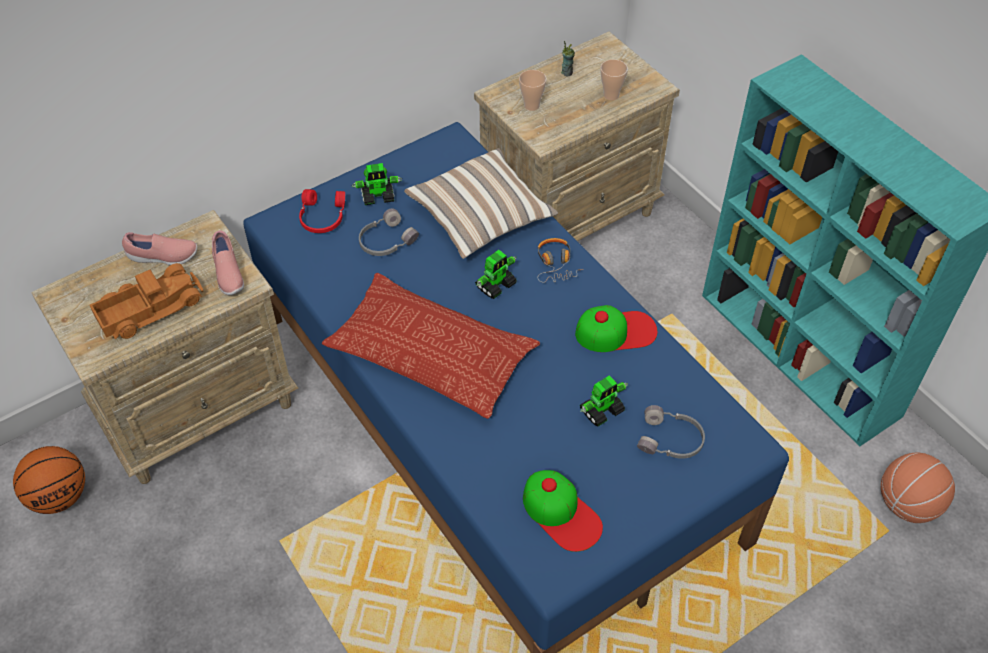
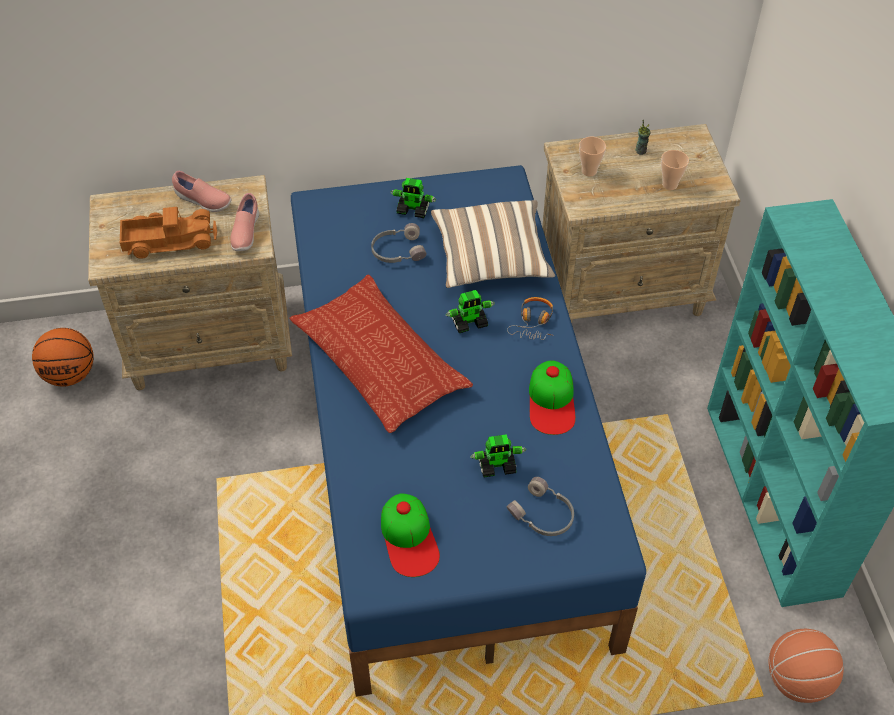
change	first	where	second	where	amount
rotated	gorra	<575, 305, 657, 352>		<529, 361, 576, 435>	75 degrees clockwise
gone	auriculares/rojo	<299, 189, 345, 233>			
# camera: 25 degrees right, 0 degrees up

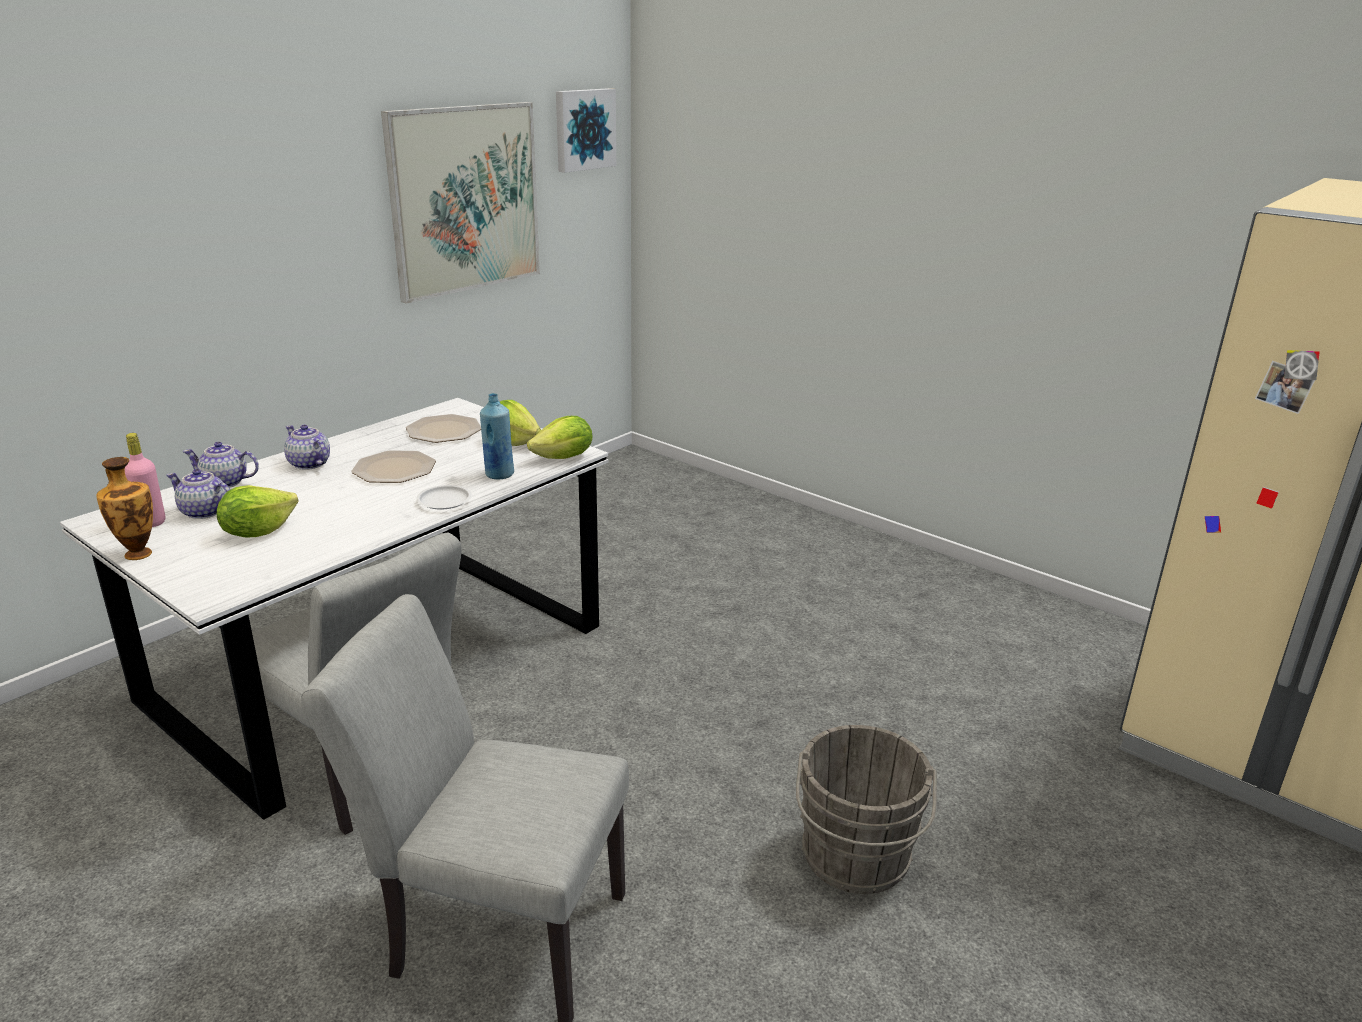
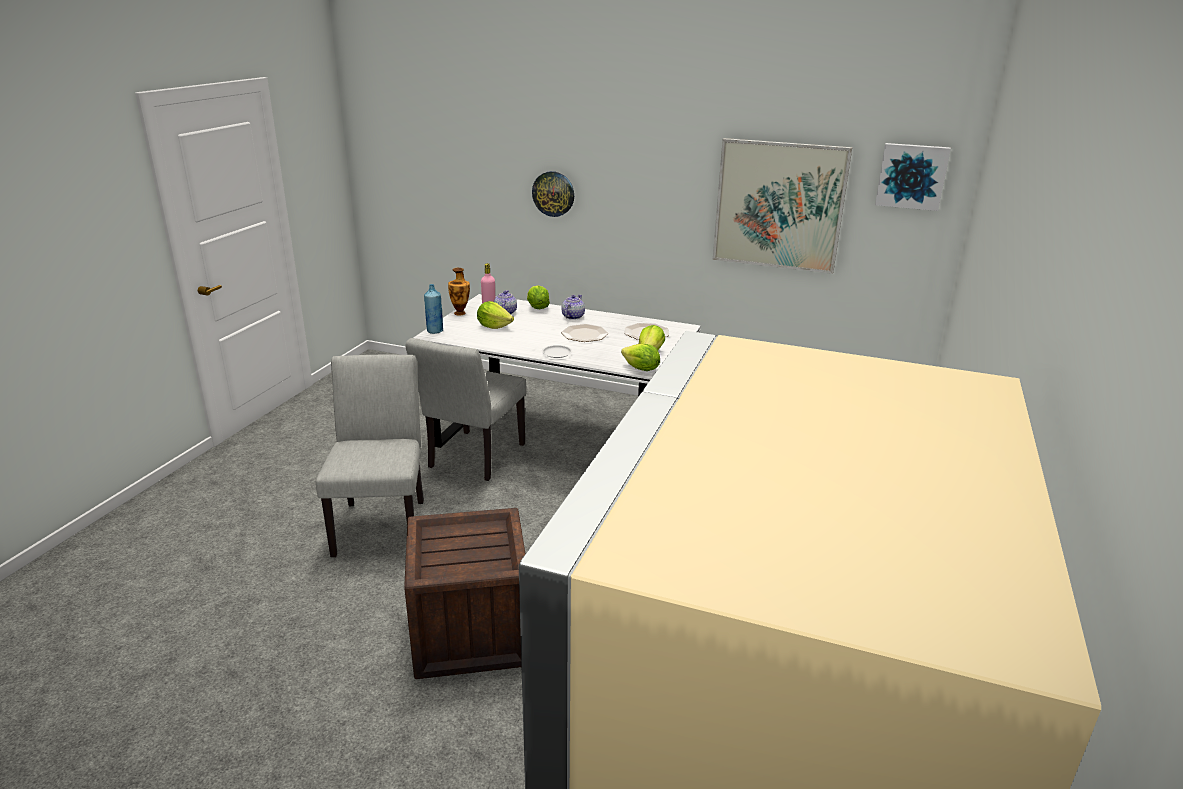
change	first	where	second	where	amount
swapped	cubo/gris	<796, 725, 937, 894>	caja de embalaje	<404, 508, 526, 679>	
shifted	botella/azul	<480, 393, 514, 479>		<424, 284, 443, 334>	
swapped	tetera	<183, 442, 259, 488>	lechuga	<527, 285, 550, 309>	
new			reloj de pared	<532, 171, 574, 217>	
# camera: 70 degrees right, 0 degrees up

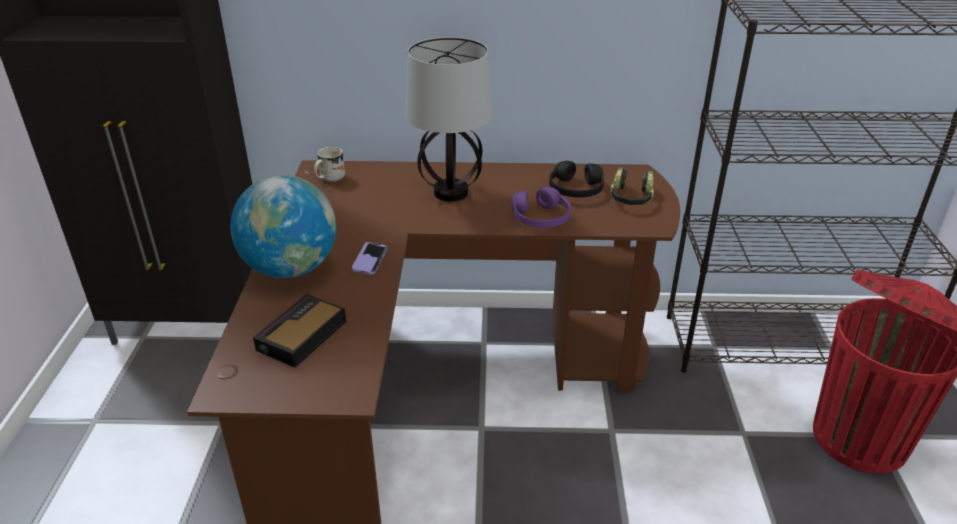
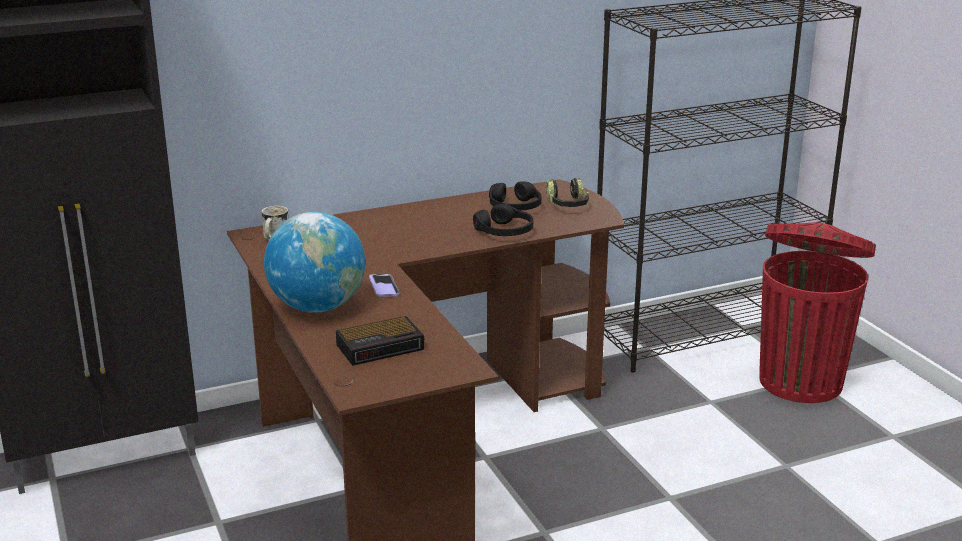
change	first	where	second	where	amount
rotated	despertador	<253, 294, 346, 368>		<336, 316, 425, 366>	120 degrees counterclockwise
repainted	auriculares/morado	<512, 187, 571, 228>	auriculares/negro	<473, 204, 533, 236>	
gone	lámpara de mesa	<406, 37, 493, 201>			
# camera: 25 degrees left, 10 degrees down

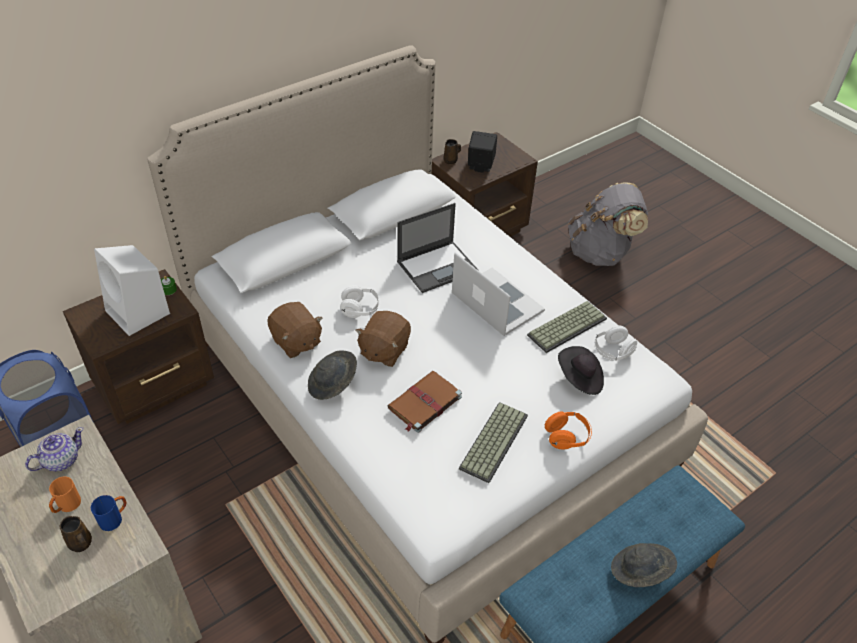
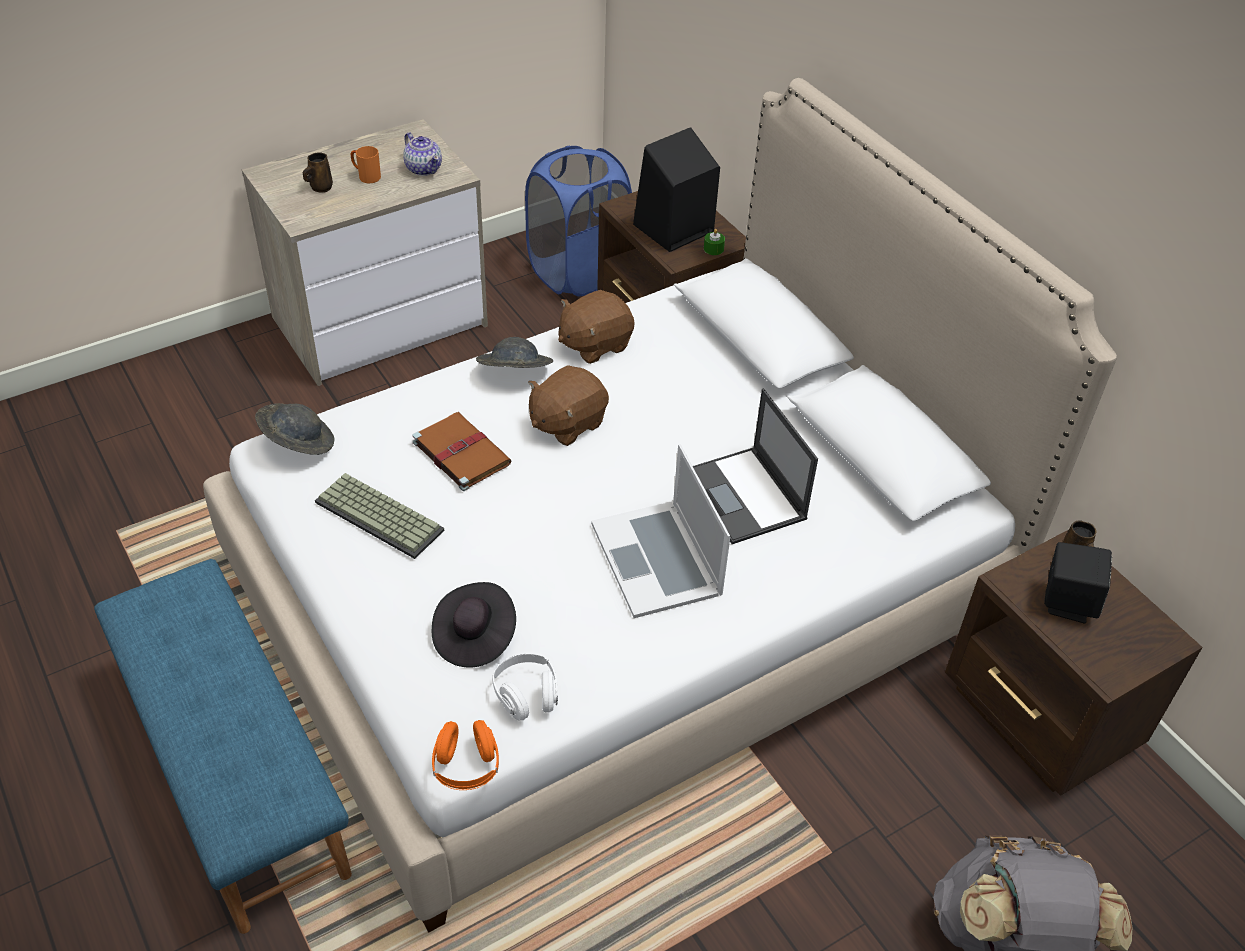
change	first	where	second	where	amount
shifted	sombrero/gris	<611, 543, 677, 587>		<255, 403, 334, 455>	
shifted	auriculares/naranja	<545, 412, 592, 450>		<432, 720, 499, 790>	
rotated	peluche/marrón	<355, 311, 411, 367>		<528, 365, 609, 446>	75 degrees counterclockwise
rotated	portátil	<452, 252, 545, 336>		<591, 444, 731, 618>	105 degrees clockwise
repainted	altavoz/blanco	<94, 245, 170, 336>	altavoz/negro	<633, 127, 720, 252>	
gone	taza grande/azul	<91, 495, 126, 531>			
gone	auriculares/blanco	<340, 285, 380, 318>			
gone	teclado	<527, 301, 607, 353>			
# camera: 95 degrees right, 0 degrees up

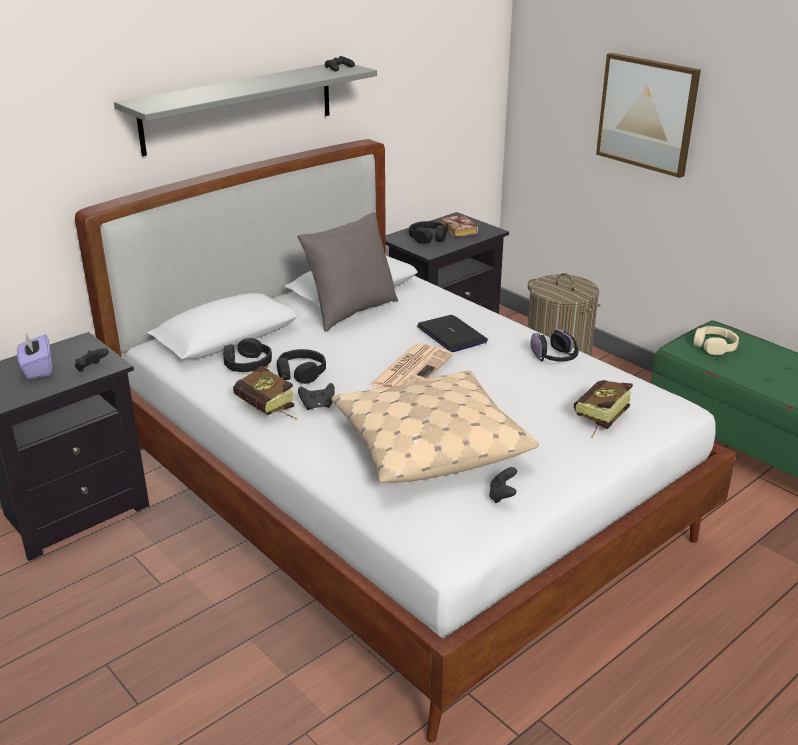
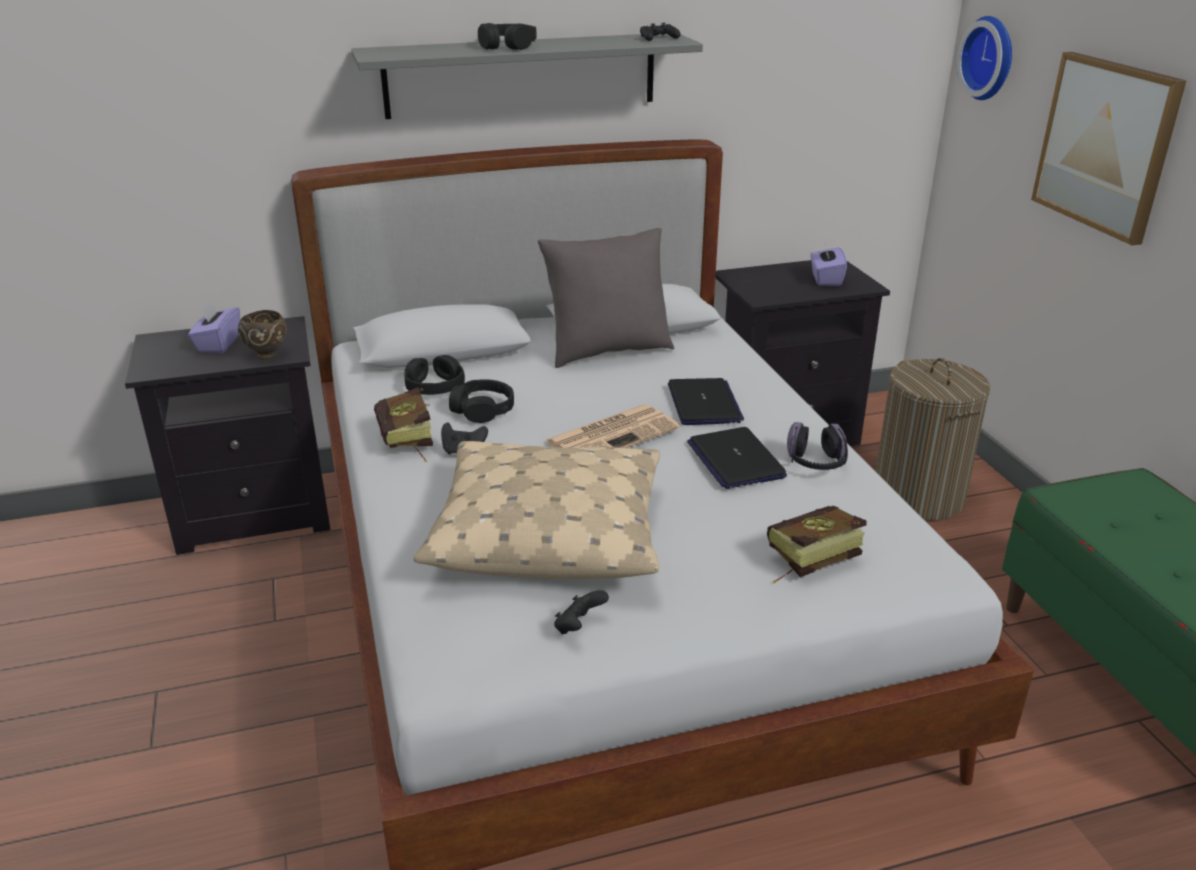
change	first	where	second	where	amount
swapped	mando de consola/negro	<75, 348, 108, 372>	cuenco/marrón	<238, 310, 287, 360>	
shifted	auriculares/negro	<409, 221, 447, 244>		<478, 23, 537, 50>	
new			portátil	<687, 427, 787, 489>	
swapped	libro	<441, 215, 478, 237>	caja de pañuelos/morado	<810, 241, 847, 286>	
new			reloj de pared	<957, 16, 1012, 100>	
gone	auriculares/beis	<693, 326, 739, 355>			
# camera: 25 degrees right, 0 degrees up

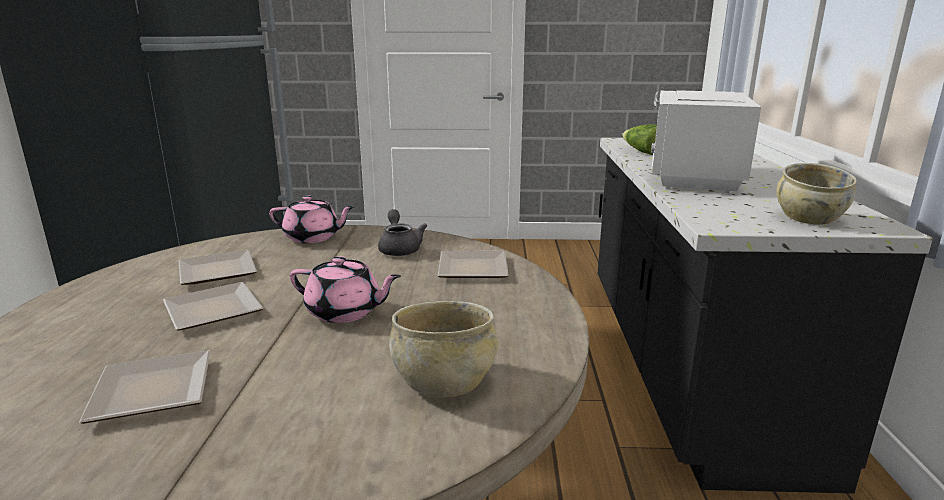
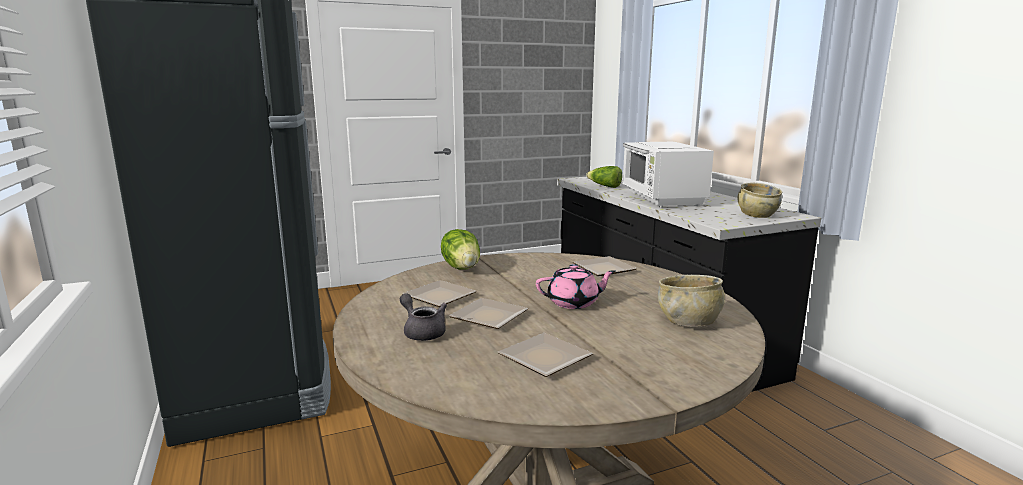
change	first	where	second	where	amount
shifted	tetera/gris	<378, 209, 428, 256>		<400, 293, 447, 341>	
swapped	tetera/rosa	<269, 196, 355, 243>	lechuga	<441, 229, 480, 270>	
# camera: 25 degrees left, 5 degrees down

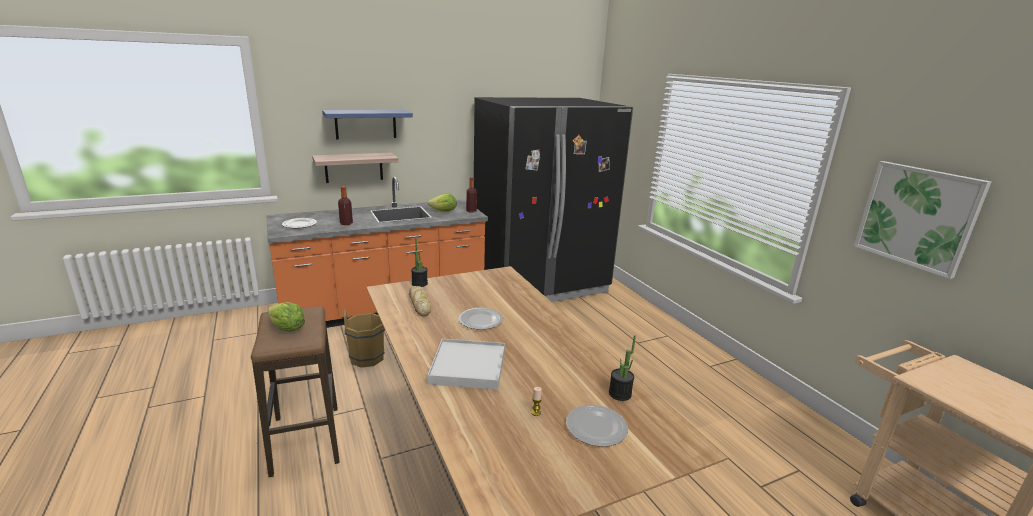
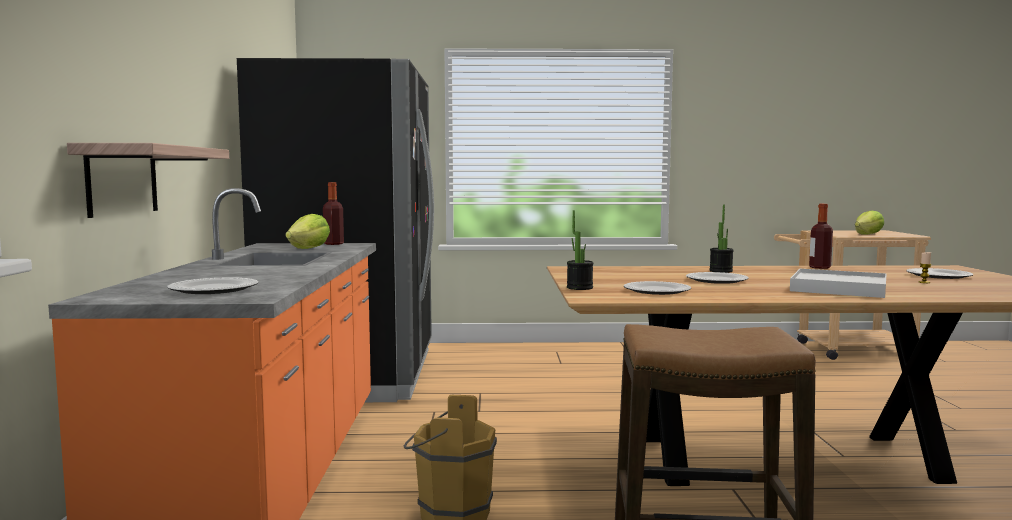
change	first	where	second	where	amount
swapped	pan	<409, 286, 431, 316>	plato	<624, 281, 691, 295>	
shifted	planta en maceta	<609, 335, 636, 401>		<709, 205, 734, 273>	
shifted	botella	<338, 186, 353, 225>		<809, 204, 833, 269>	
shifted	lechuga	<267, 302, 305, 332>		<855, 210, 884, 235>	
gone	estante/azul	<322, 110, 413, 140>			
gone	cuadro	<854, 161, 991, 279>			
# camera: 65 degrees left, 15 degrees down

